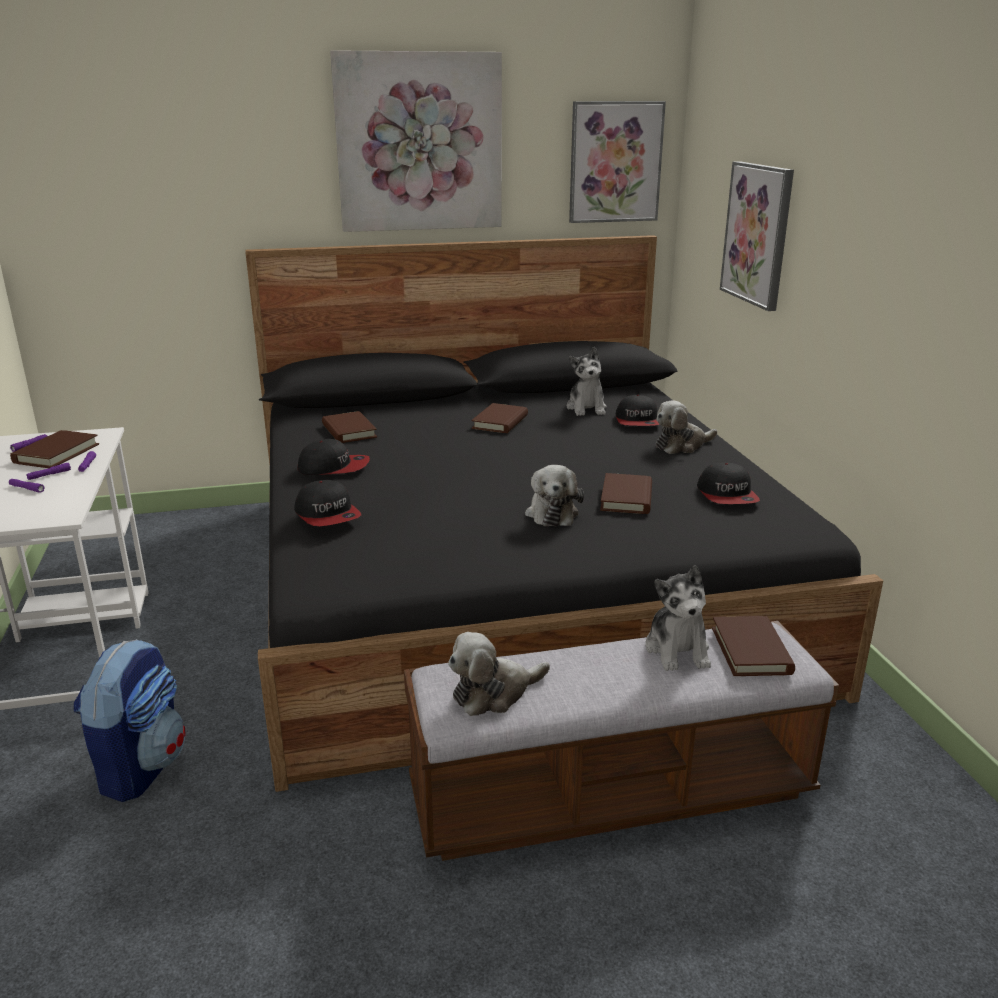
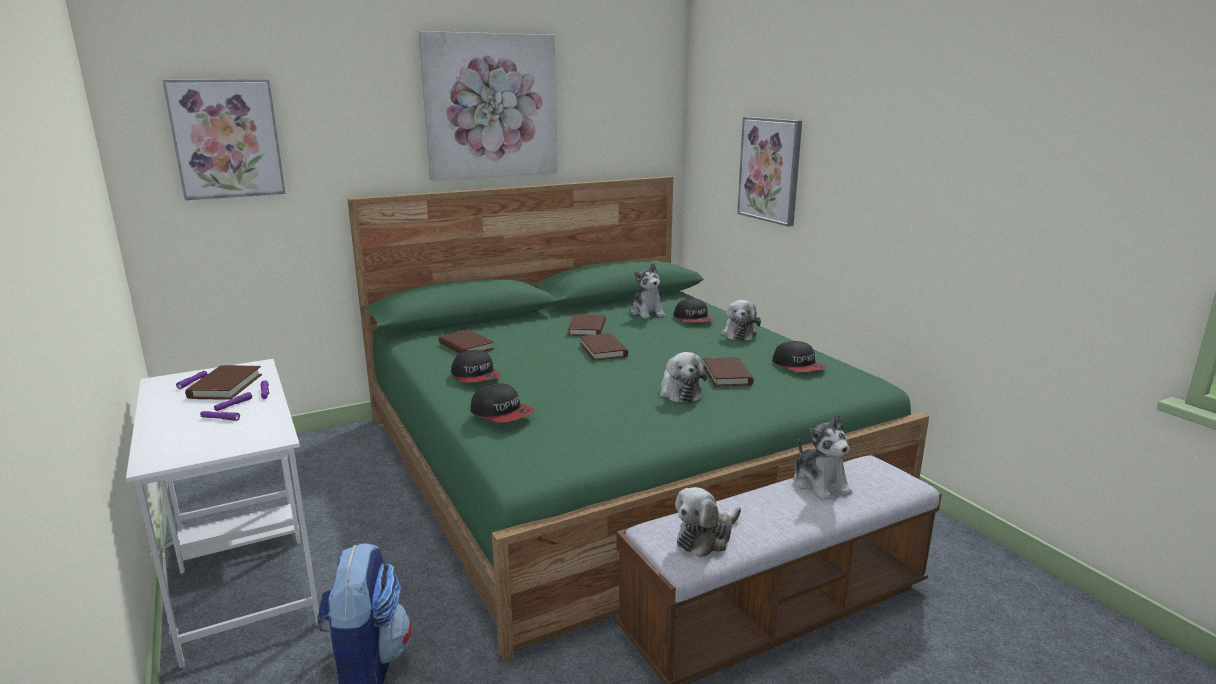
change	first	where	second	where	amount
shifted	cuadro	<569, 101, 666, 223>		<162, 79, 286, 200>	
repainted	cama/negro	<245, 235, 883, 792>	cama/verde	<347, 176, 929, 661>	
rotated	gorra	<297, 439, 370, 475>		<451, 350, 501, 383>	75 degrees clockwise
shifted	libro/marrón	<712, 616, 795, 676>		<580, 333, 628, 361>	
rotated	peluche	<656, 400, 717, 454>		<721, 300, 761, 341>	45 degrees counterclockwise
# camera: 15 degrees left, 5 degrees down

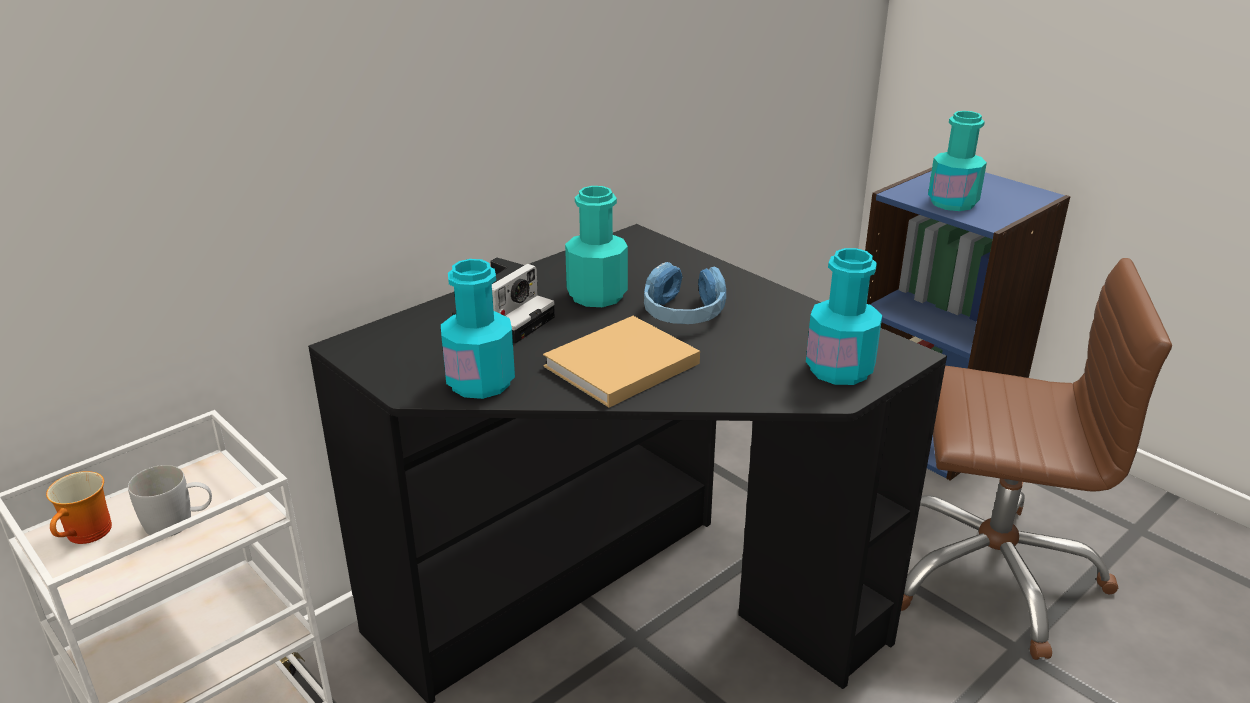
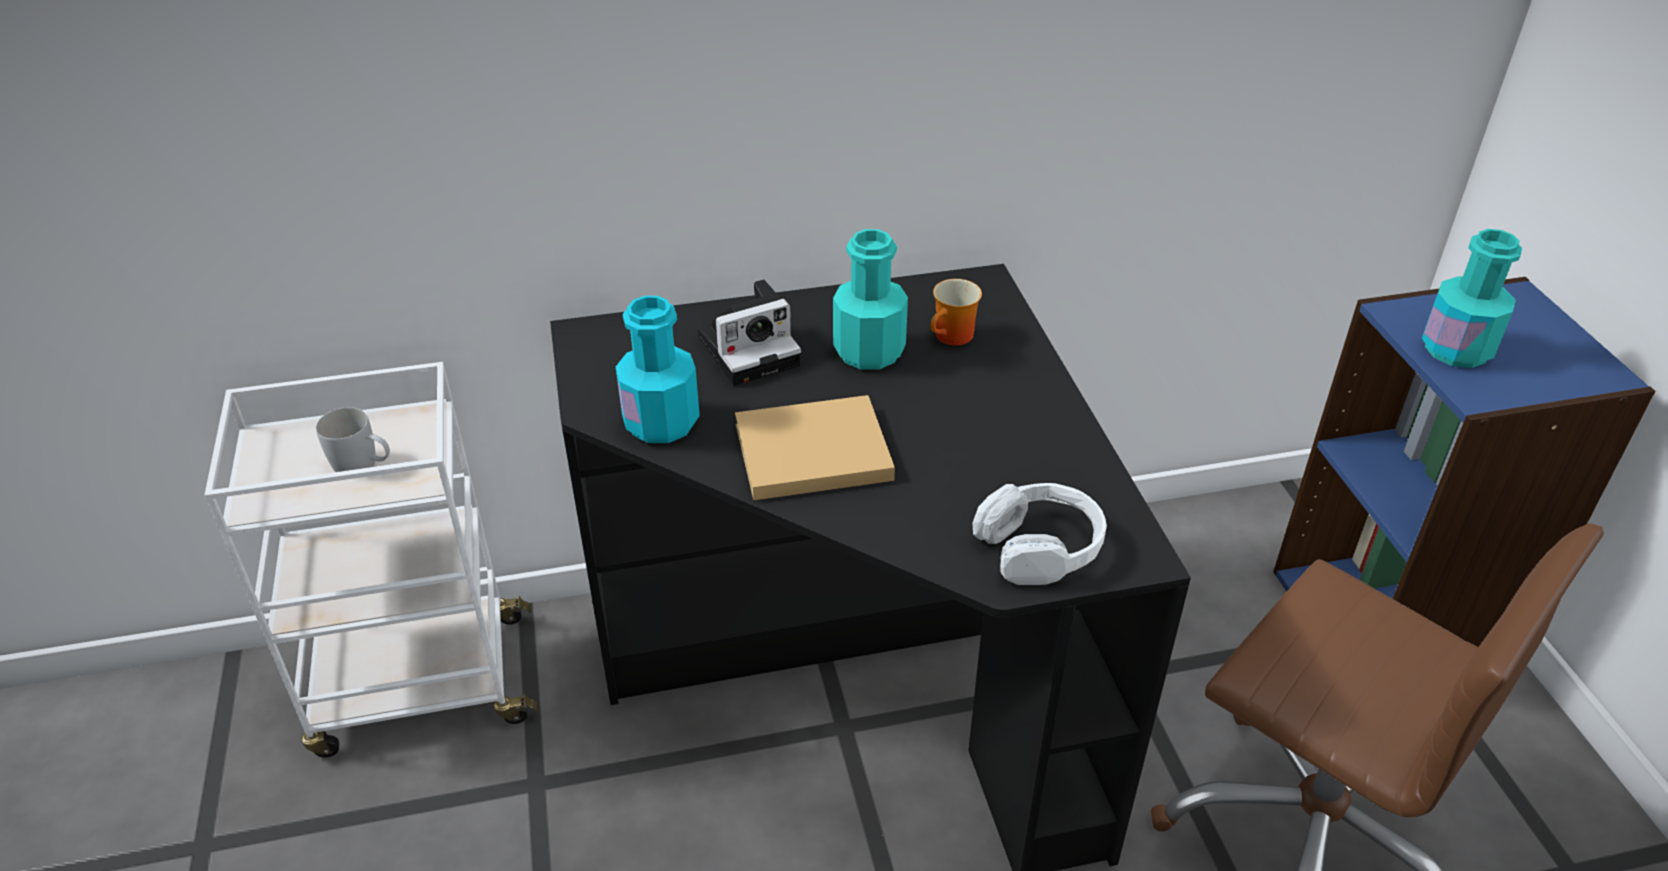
change	first	where	second	where	amount
shifted	taza grande	<46, 471, 112, 544>		<930, 279, 982, 346>	
swapped	botella/turquesa	<806, 248, 882, 385>	auriculares/blanco	<973, 483, 1107, 585>	
gone	auriculares/azul	<644, 262, 726, 324>			
# camera: 30 degrees right, 10 degrees up

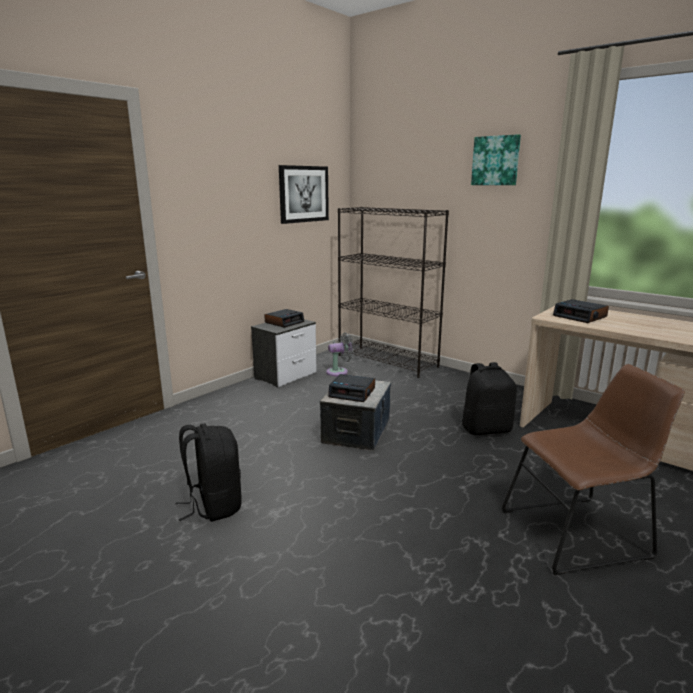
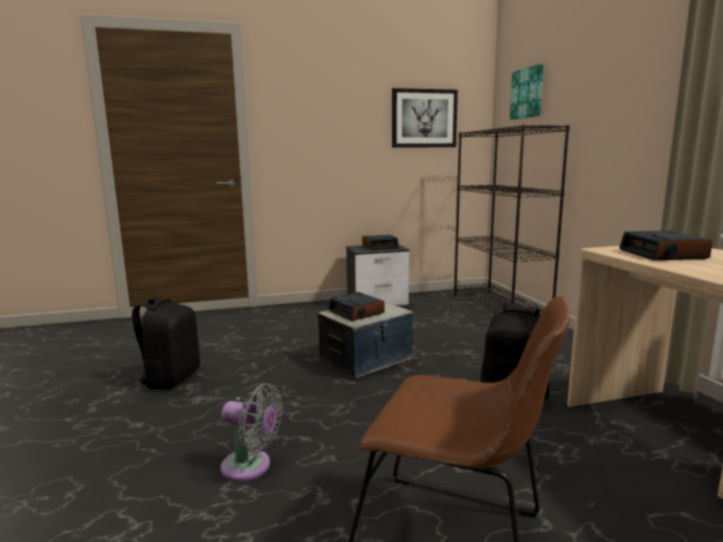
change	first	where	second	where	amount
shifted	ventilador/gris	<326, 333, 354, 376>		<220, 383, 282, 482>	
shifted	cuadro	<471, 134, 521, 185>		<510, 64, 544, 120>	
# camera: 35 degrees right, 5 degrees down

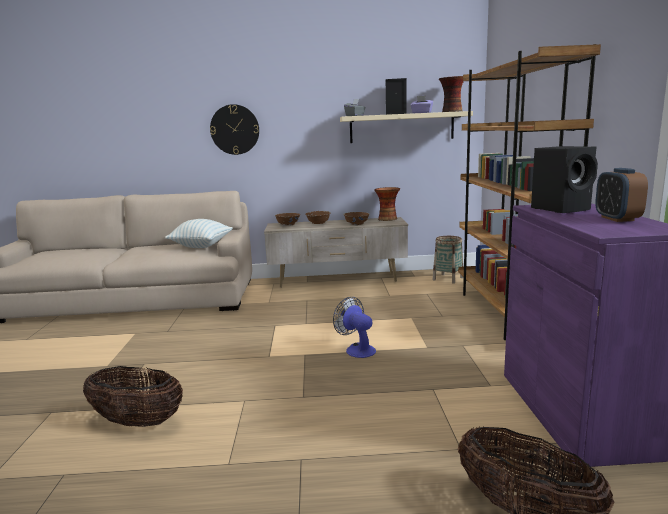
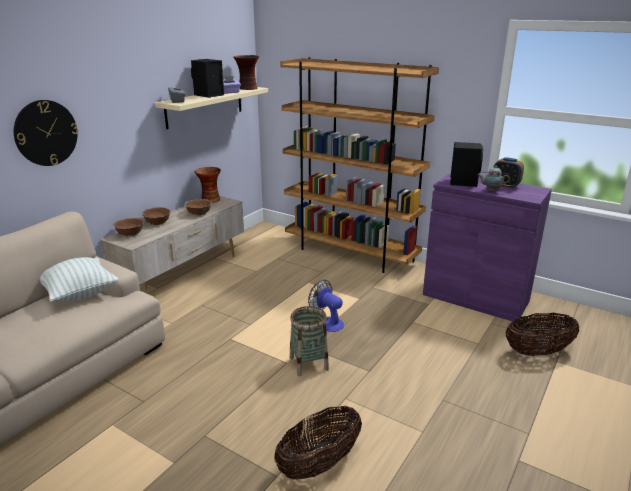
change	first	where	second	where	amount
shifted	cesta	<433, 236, 464, 284>		<290, 306, 329, 376>	
rotated	ventilador	<333, 297, 376, 358>		<308, 280, 344, 332>	45 degrees clockwise
new			tetera	<478, 166, 510, 192>	
# camera: 55 degrees left, 10 degrees up

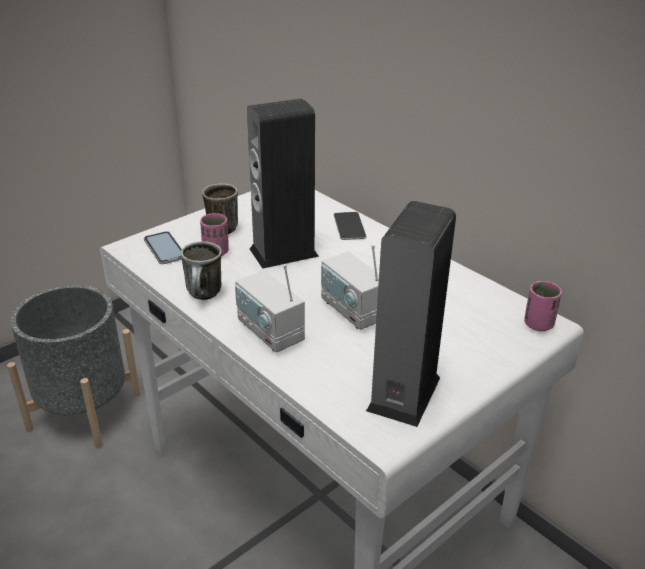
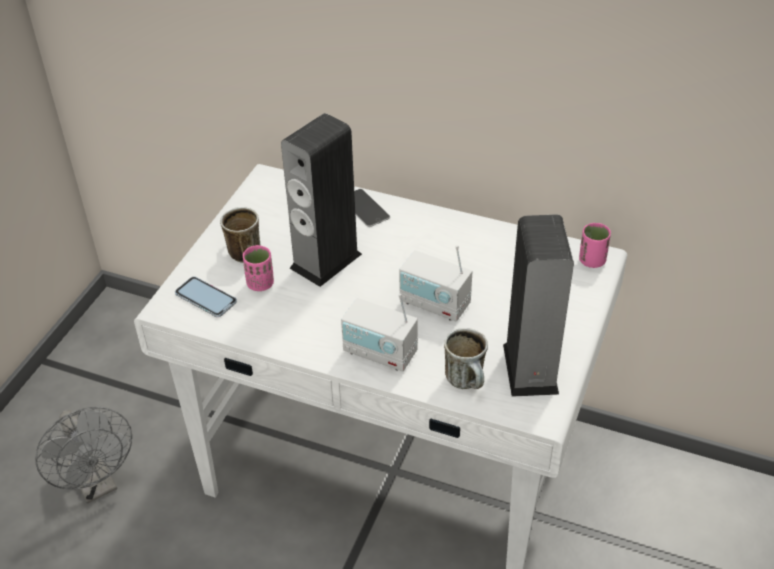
change	first	where	second	where	amount
swapped	maceta/gris	<7, 285, 140, 448>	ventilador/gris	<35, 407, 132, 503>	
shifted	taza grande	<181, 241, 222, 300>		<444, 328, 488, 389>	
# camera: 25 degrees left, 10 degrees up

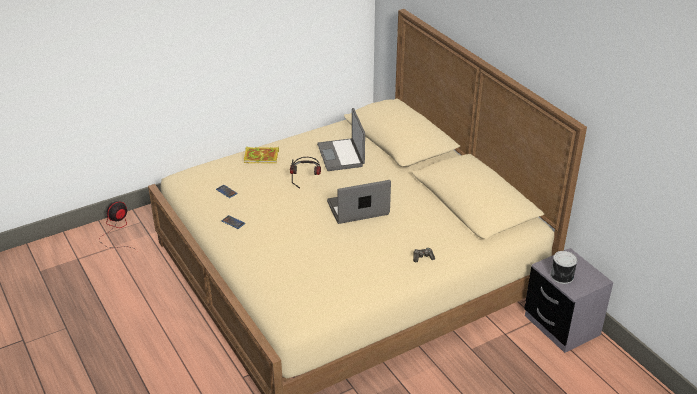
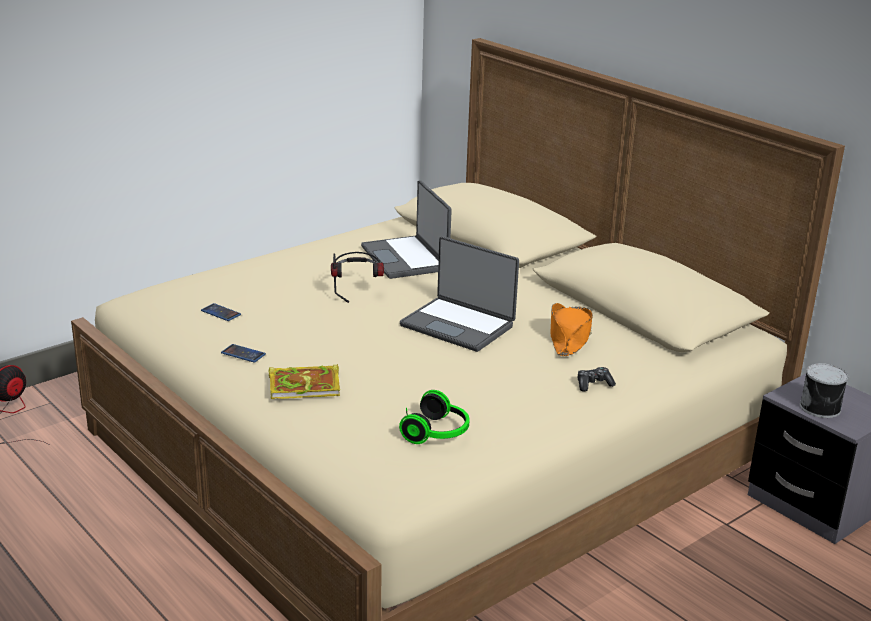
change	first	where	second	where	amount
shifted	libro	<244, 147, 279, 163>		<269, 364, 340, 399>	
new			auriculares	<399, 390, 470, 444>	
rotated	portátil	<327, 180, 391, 224>		<400, 236, 519, 352>	120 degrees counterclockwise
new			sombrero/naranja	<551, 303, 593, 356>	
# camera: 10 degrees left, 10 degrees down

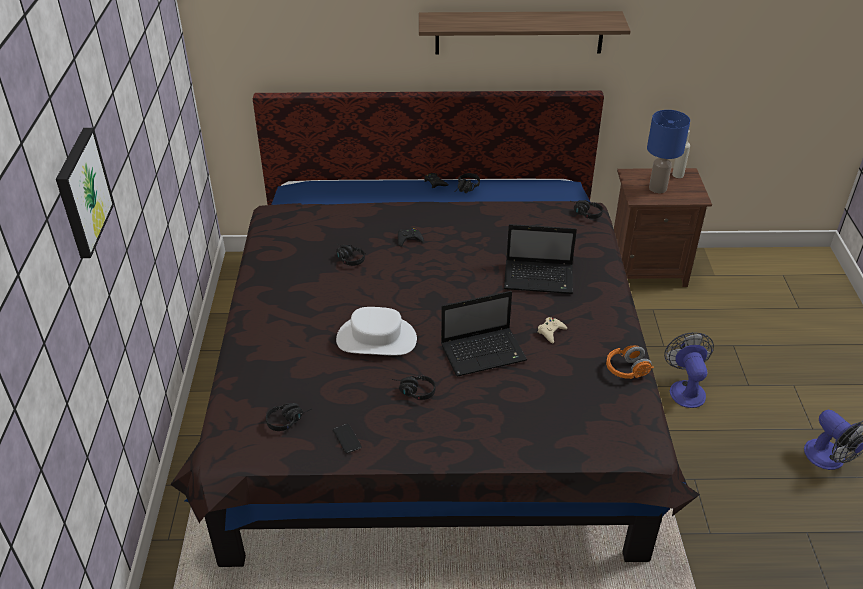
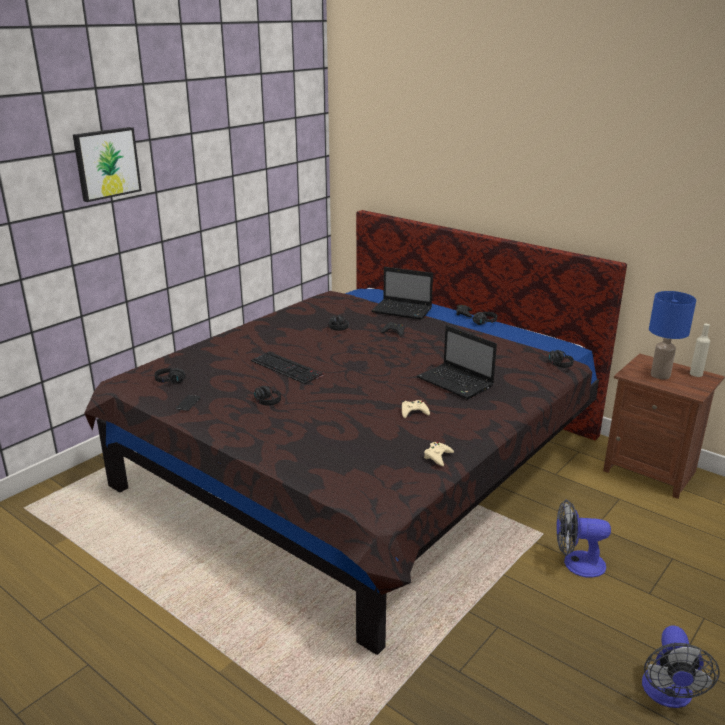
change	first	where	second	where	amount
swapped	sombrero/blanco	<336, 307, 417, 356>	teclado	<251, 352, 323, 384>	
shifted	portátil	<441, 291, 527, 377>		<371, 267, 433, 320>	
swapped	auriculares/naranja	<606, 345, 654, 379>	mando de consola/beis	<424, 442, 454, 466>	
rotated	ventilador	<664, 332, 714, 408>		<556, 499, 611, 578>	120 degrees counterclockwise
gone	estante	<419, 11, 631, 55>			
# camera: 40 degrees right, 15 degrees down

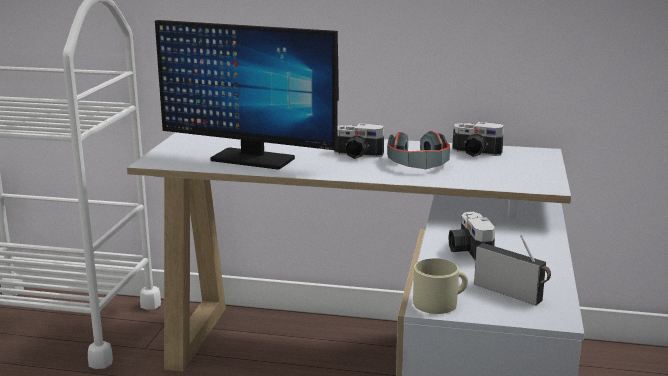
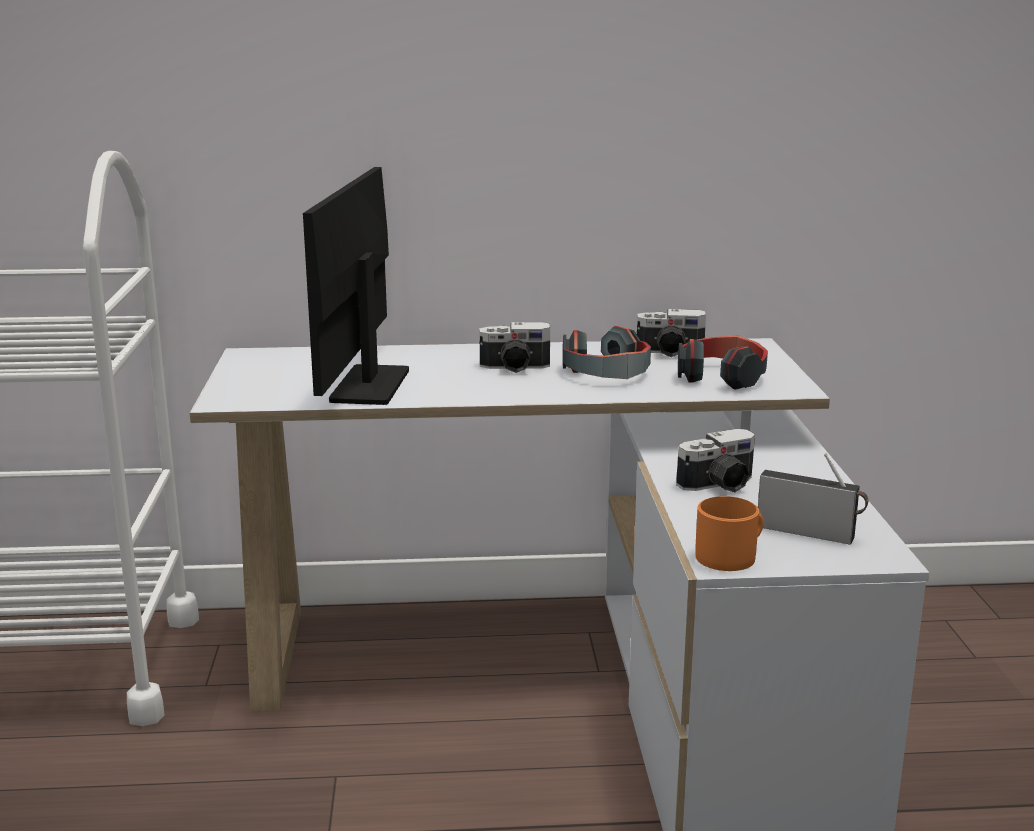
change	first	where	second	where	amount
rotated	monitor	<155, 20, 339, 169>		<303, 167, 409, 405>	90 degrees clockwise
rotated	cámara	<448, 212, 495, 262>		<676, 429, 755, 492>	90 degrees counterclockwise
new			auriculares	<678, 336, 768, 390>	
repainted	taza grande/beis	<413, 258, 468, 314>	taza grande/naranja	<695, 496, 764, 571>	
# camera: 15 degrees left, 0 degrees up

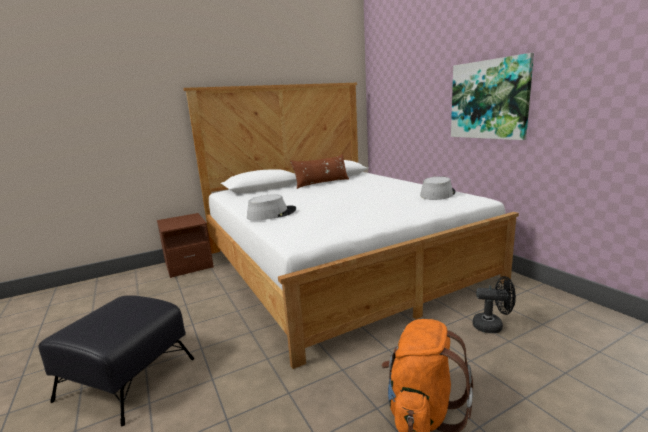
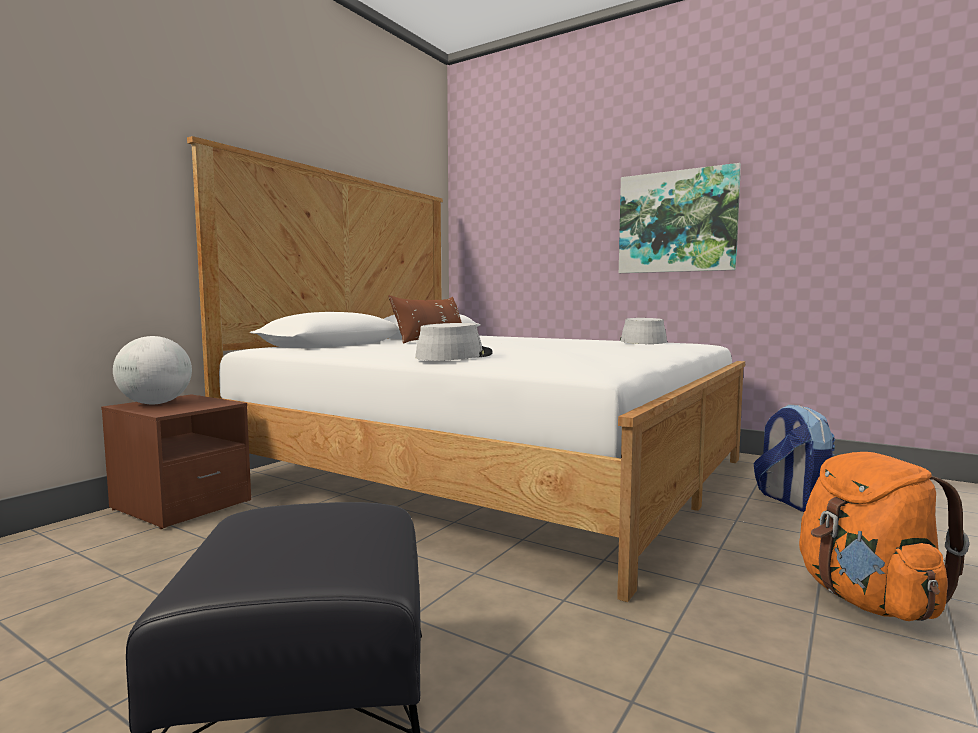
change	first	where	second	where	amount
new			globo terráqueo	<113, 336, 192, 404>	
swapped	ventilador/negro	<473, 276, 516, 333>	mochila	<754, 404, 835, 512>	
# camera: 30 degrees left, 10 degrees down

